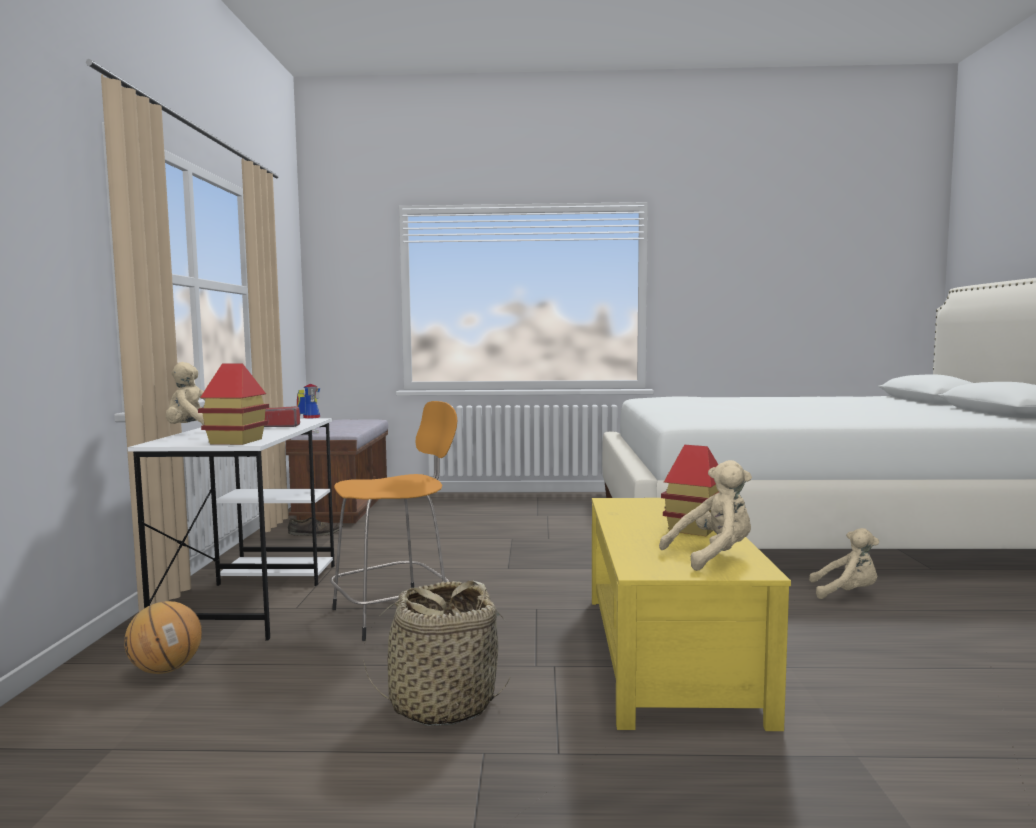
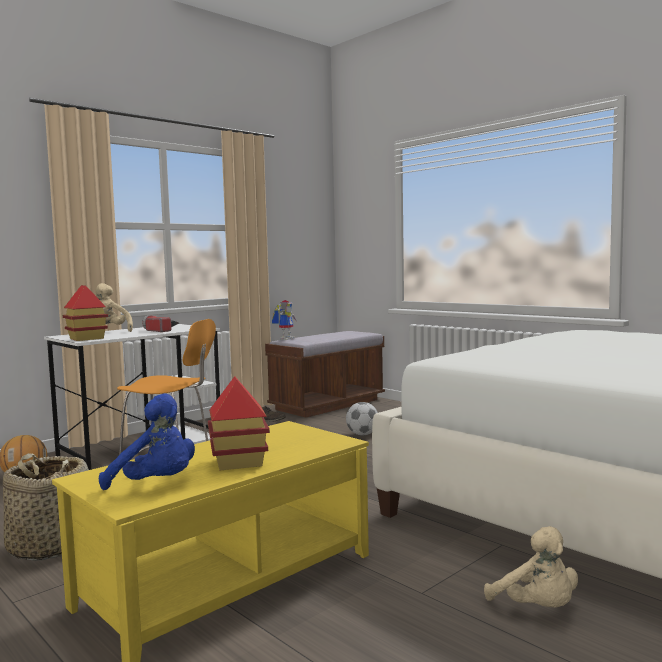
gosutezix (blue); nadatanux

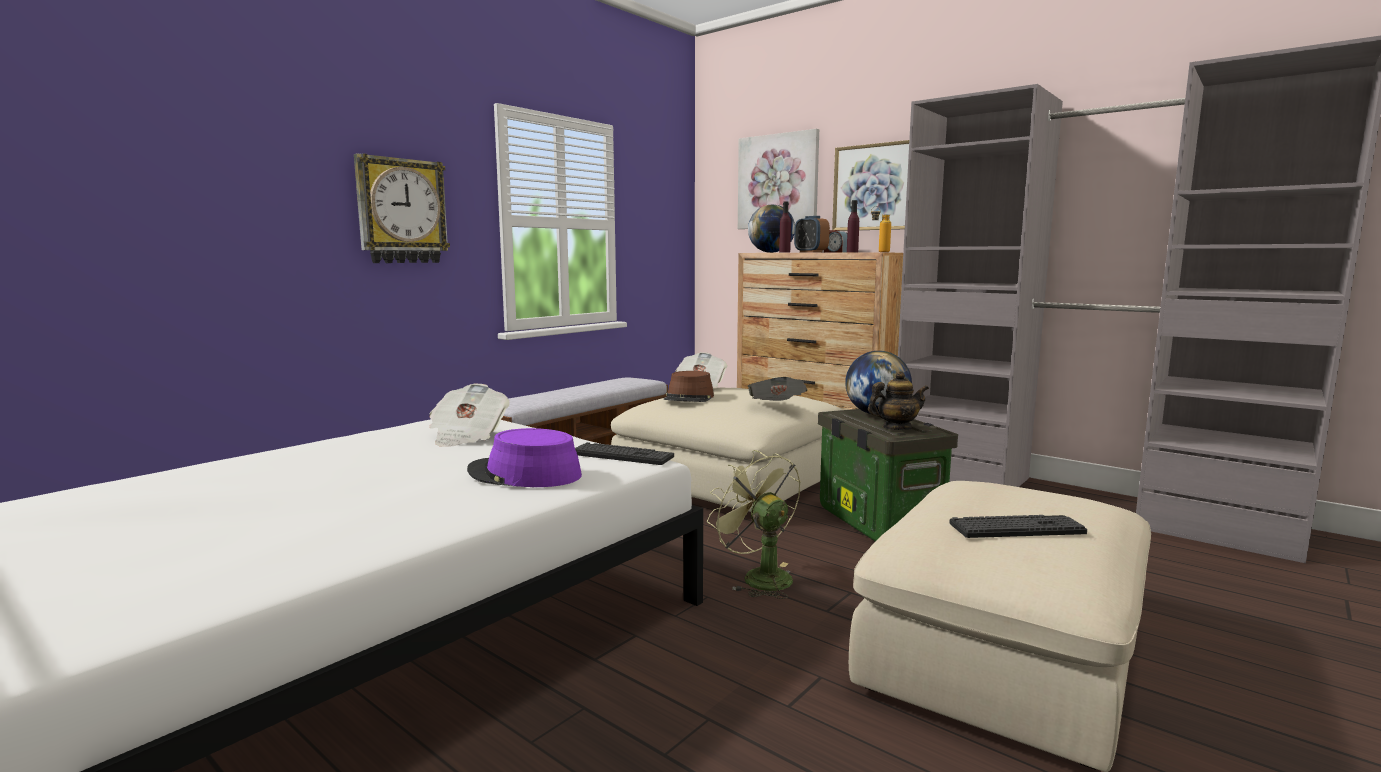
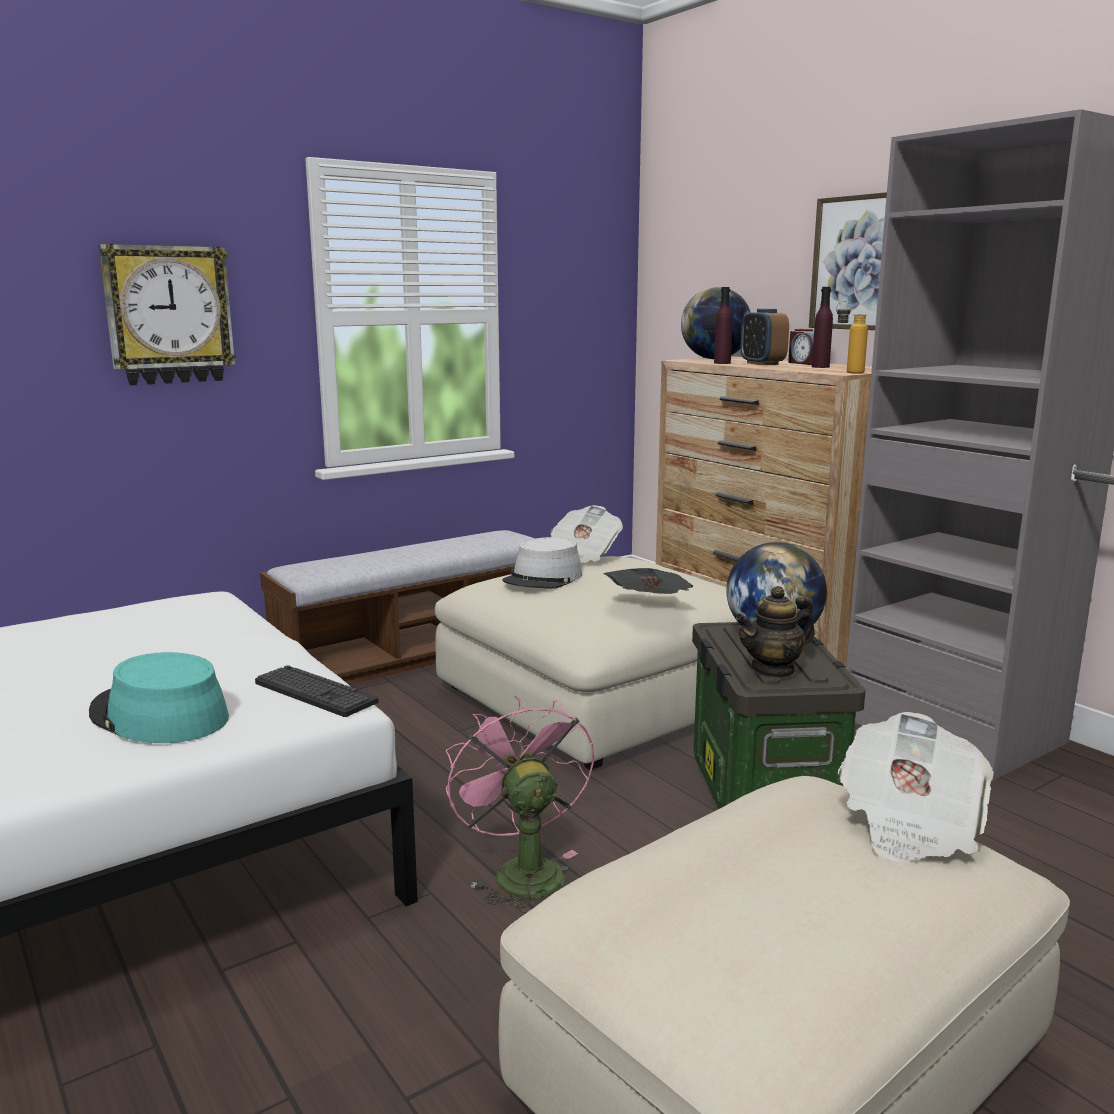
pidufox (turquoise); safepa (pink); pidufox (grey); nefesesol; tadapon (3rd from left); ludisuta (1st from left in the first image); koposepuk (2nd from left in the first image)

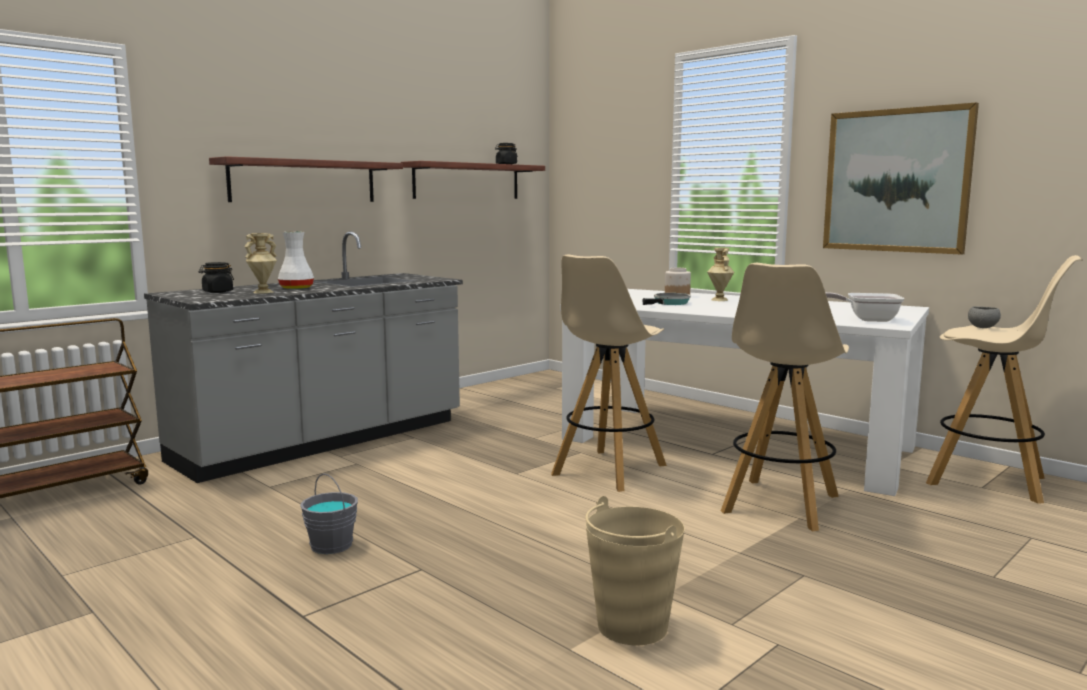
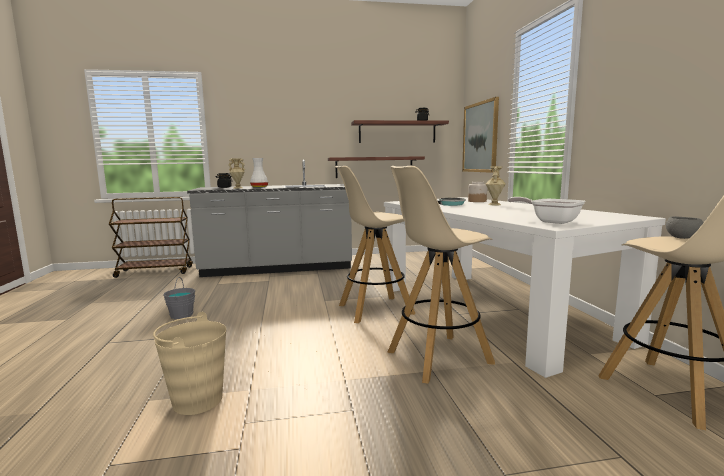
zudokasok (1st from left); ludisuta

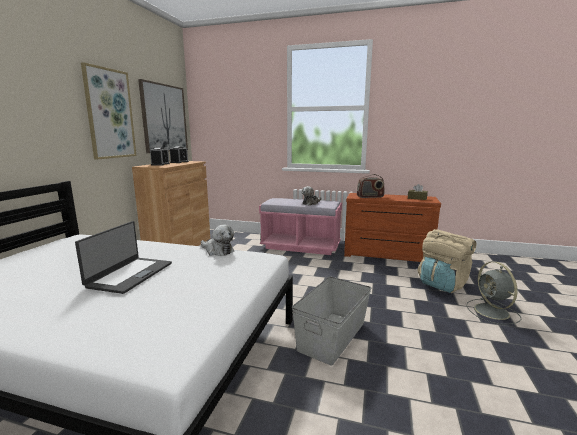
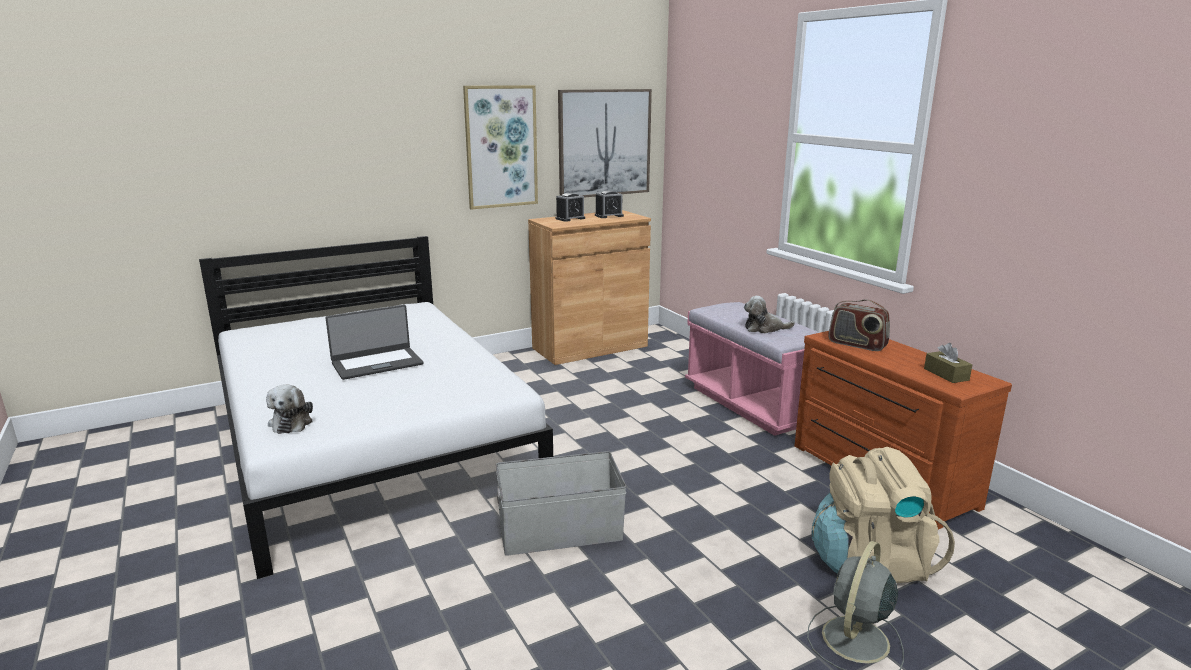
gosutezix (1st from left)

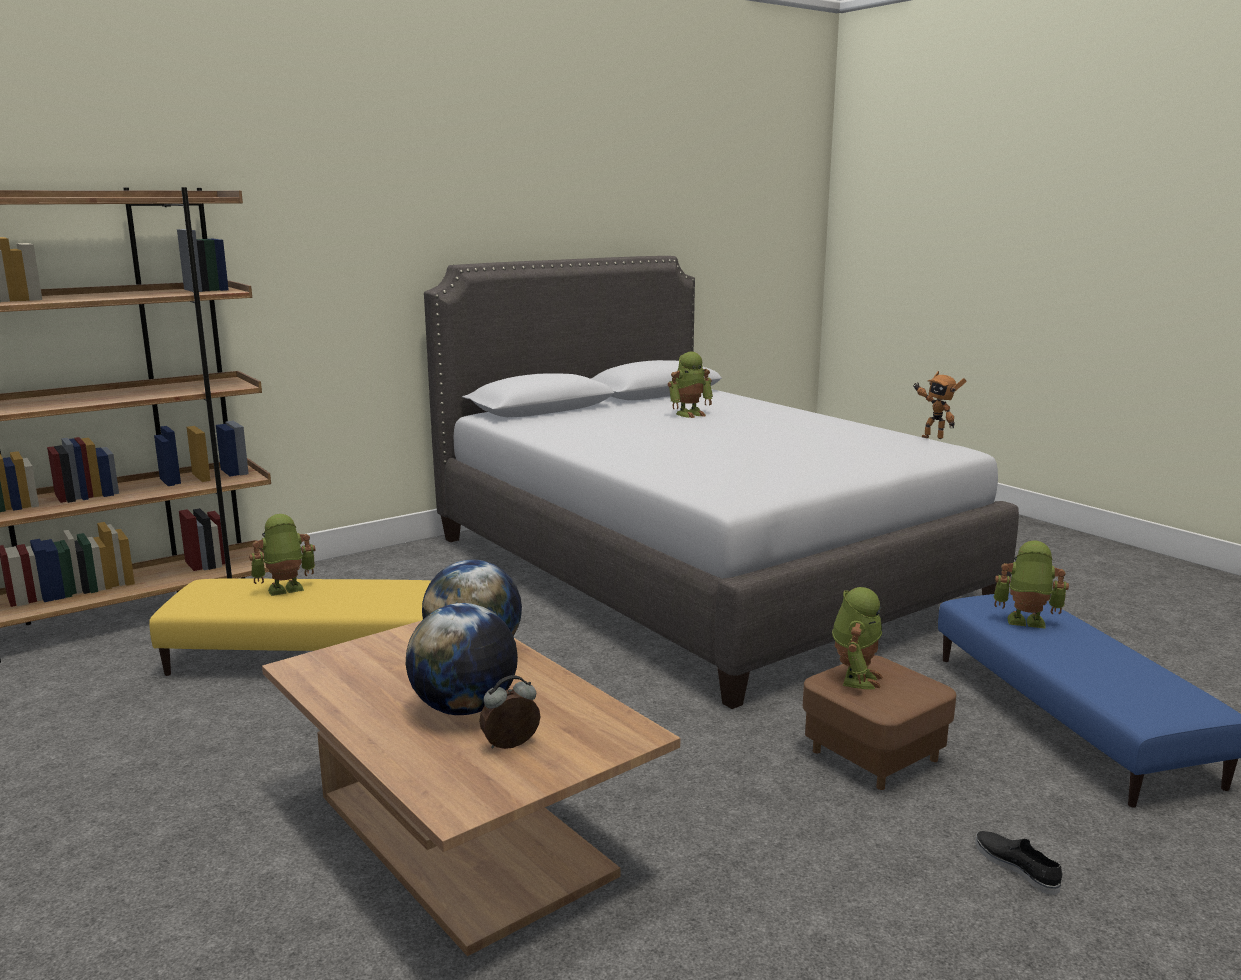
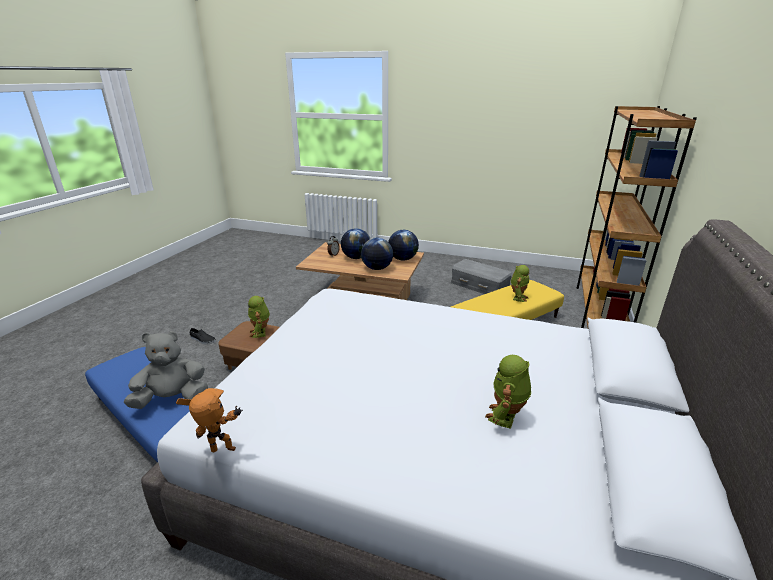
gosutezix (grey); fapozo (3rd from left); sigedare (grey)

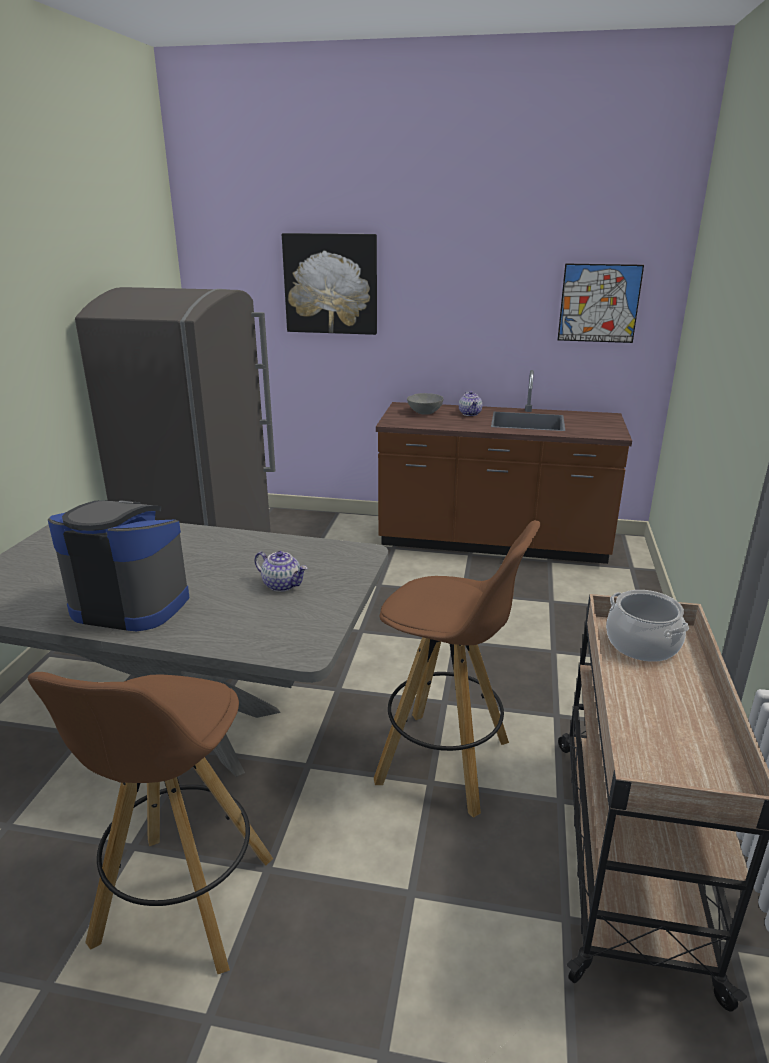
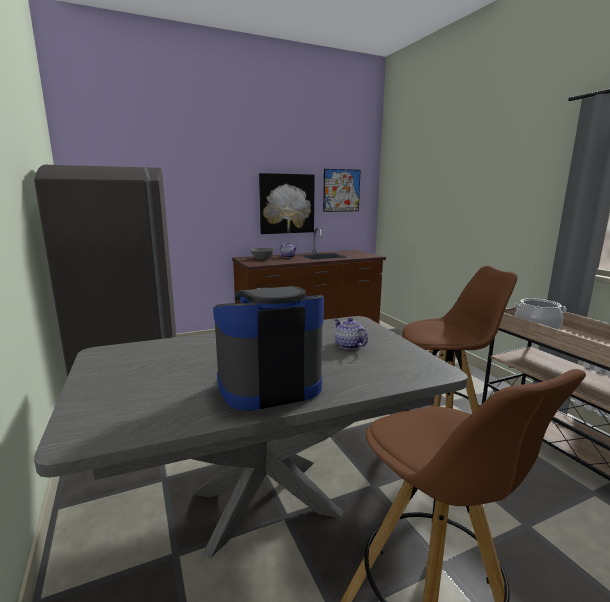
ludisuta (1st from left); nefesesol (2nd from left)

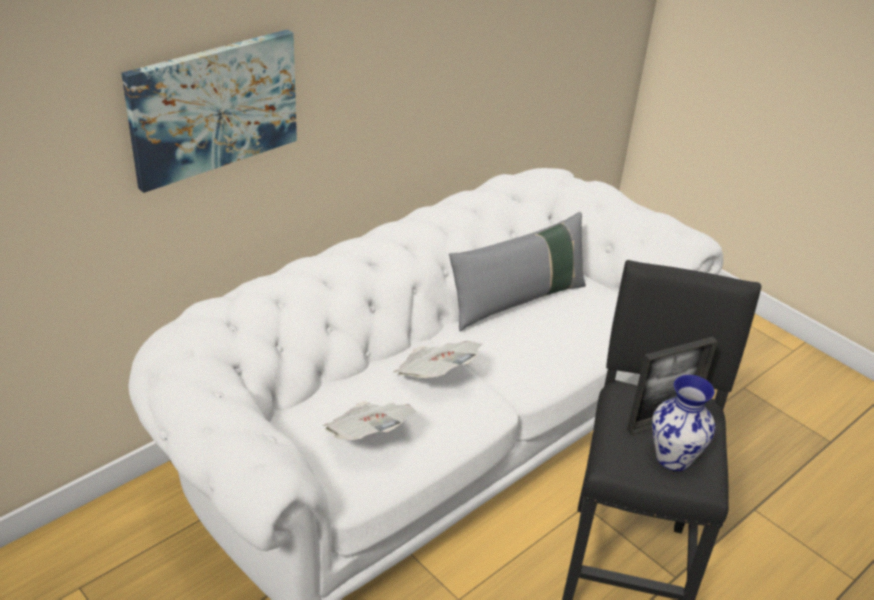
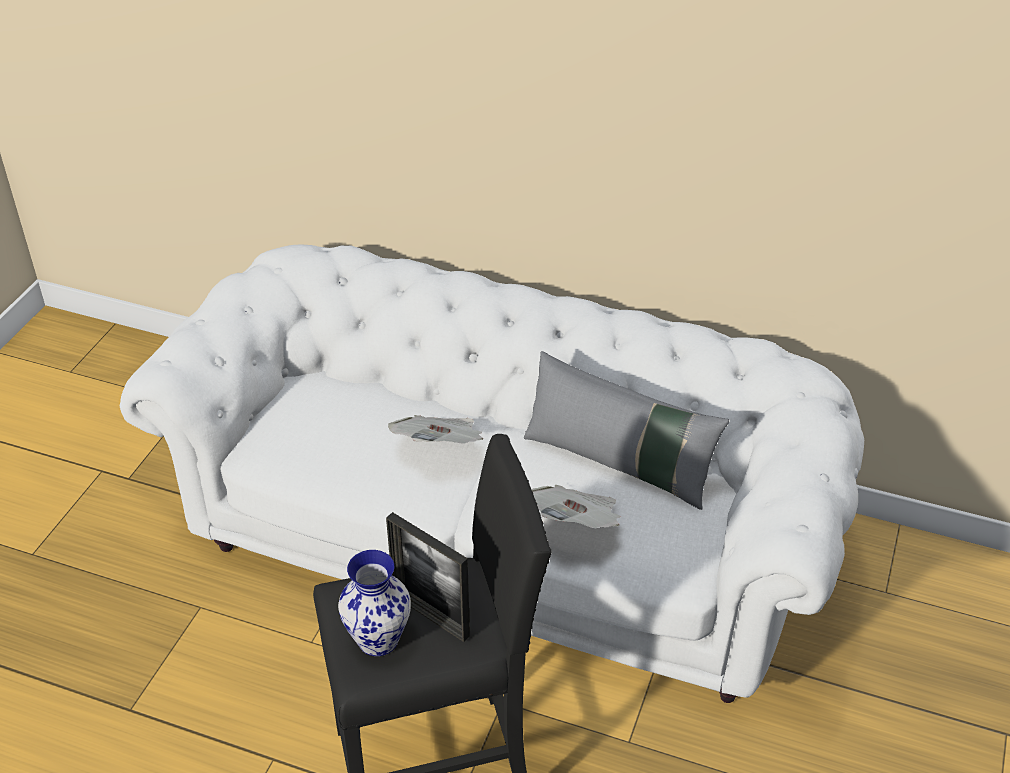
tadapon (2nd from left); ludisuta

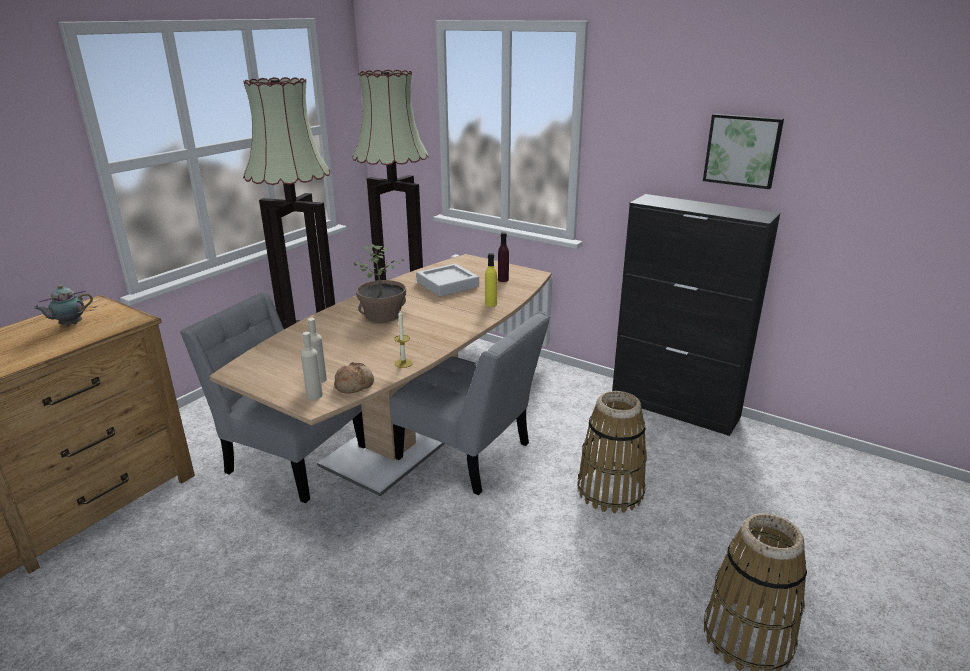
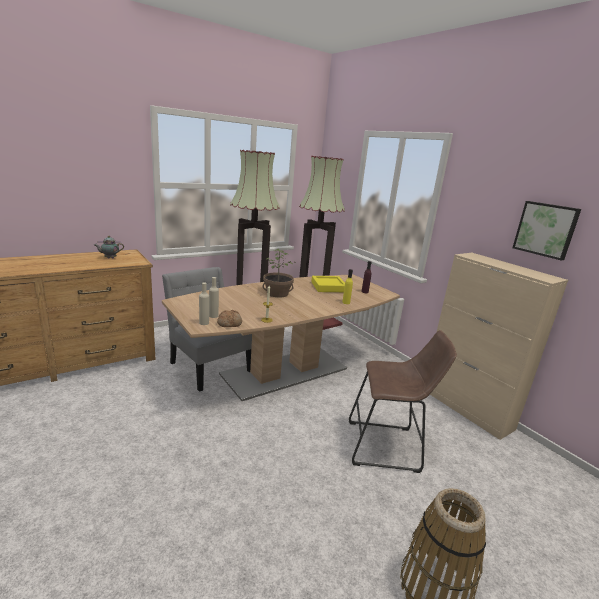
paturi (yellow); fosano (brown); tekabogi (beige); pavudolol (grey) (2nd from left in the first image)

